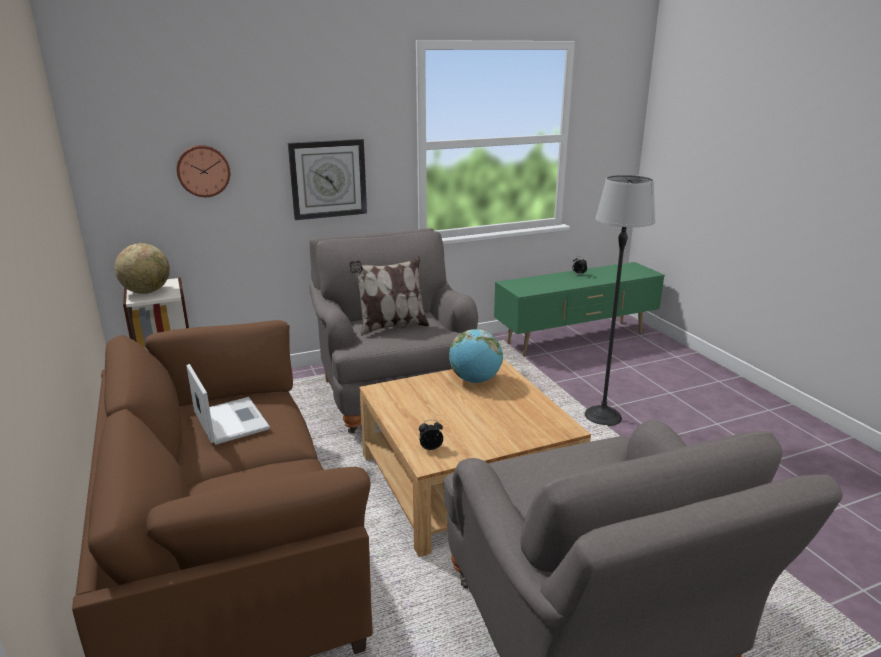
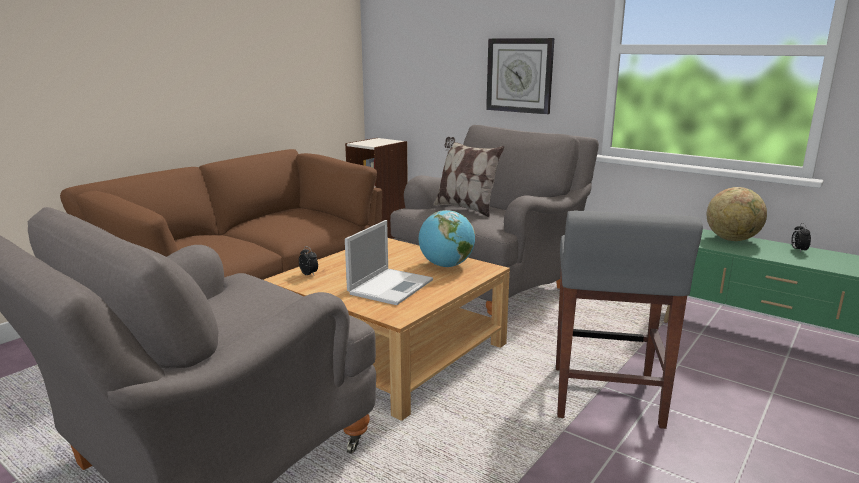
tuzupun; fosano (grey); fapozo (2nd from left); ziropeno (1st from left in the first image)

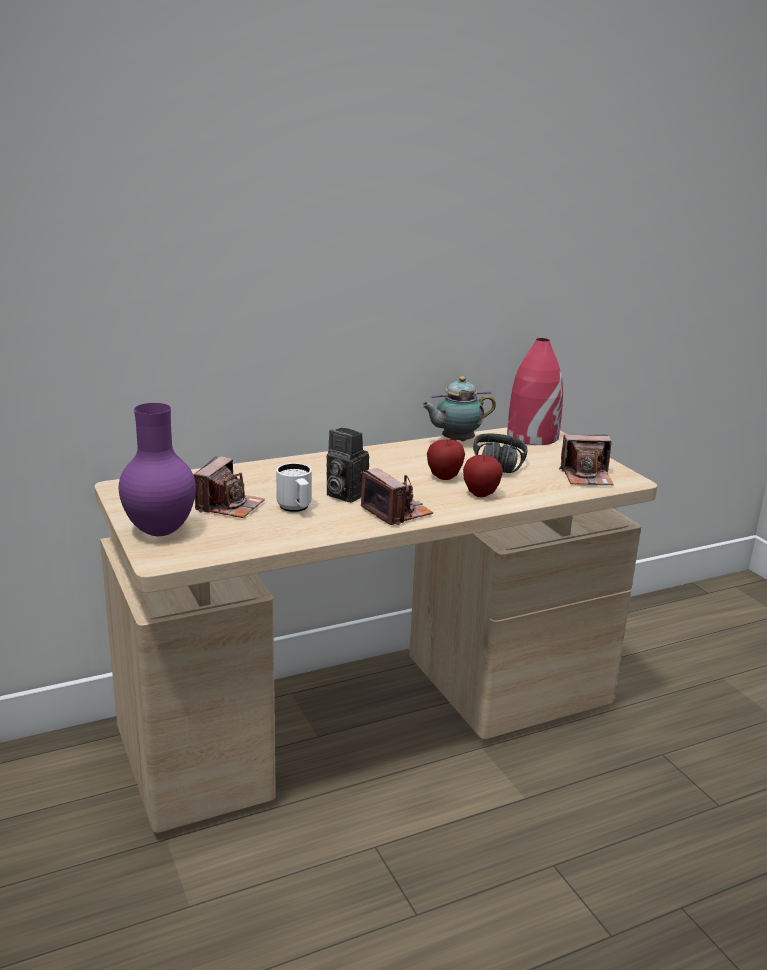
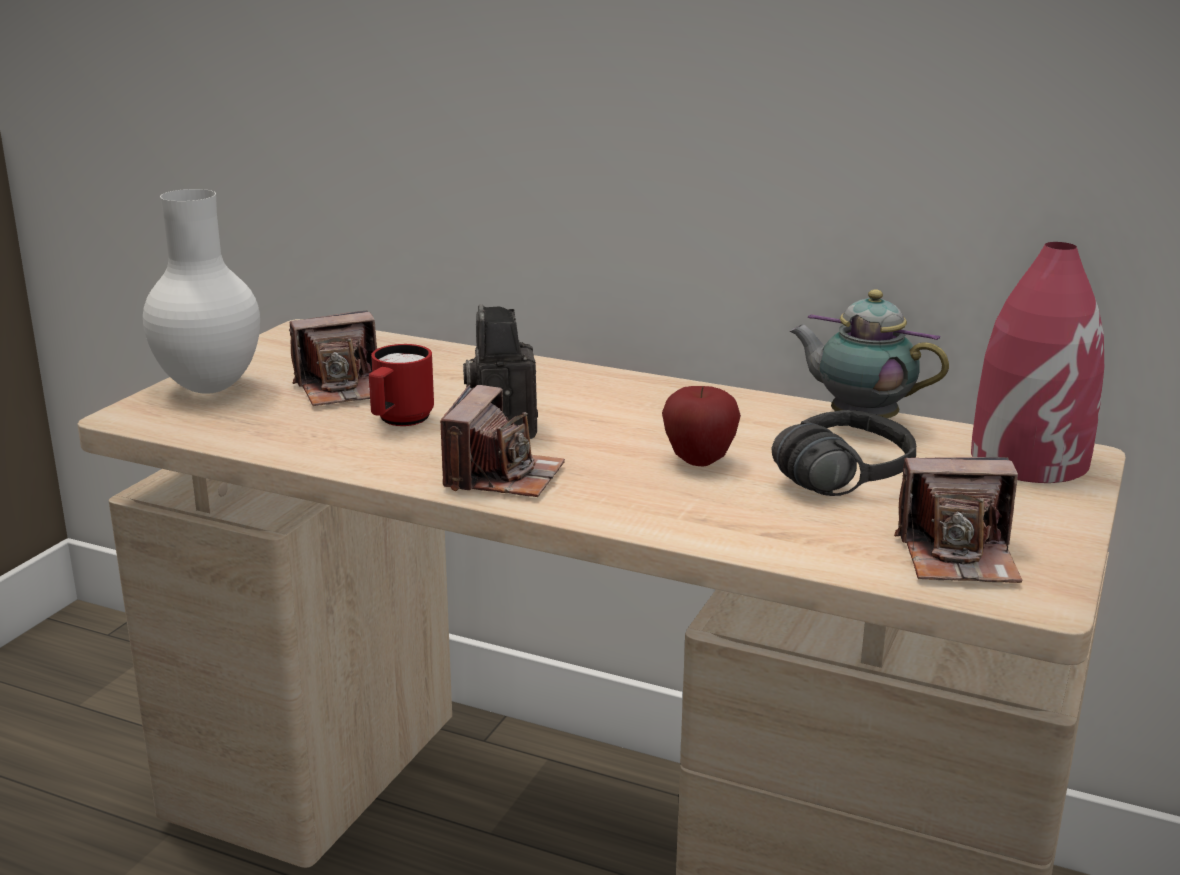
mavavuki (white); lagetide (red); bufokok (4th from left); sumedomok (2nd from left in the first image)

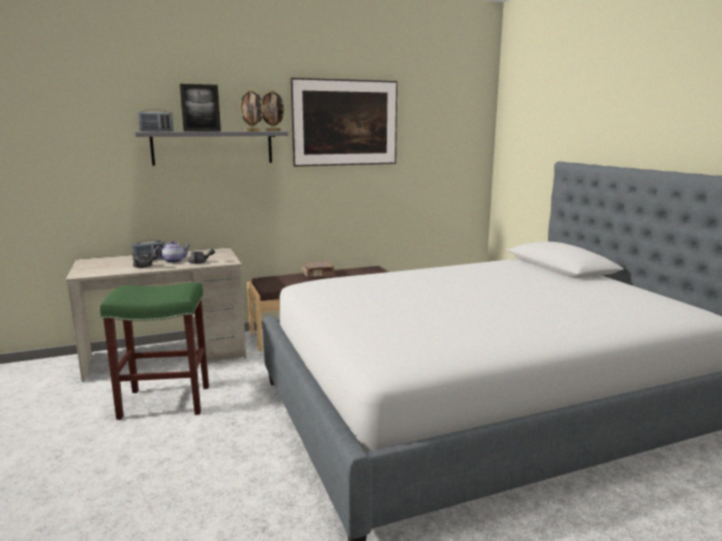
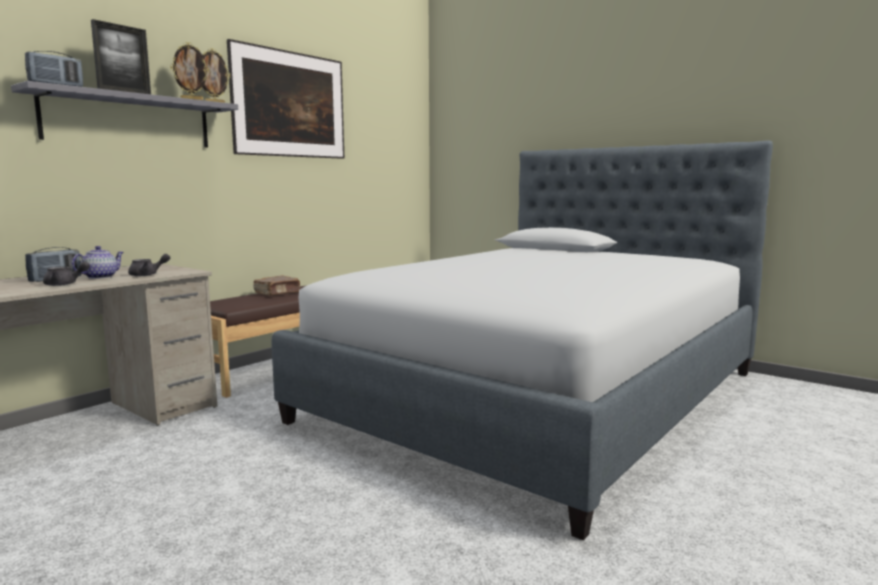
fosano (green)

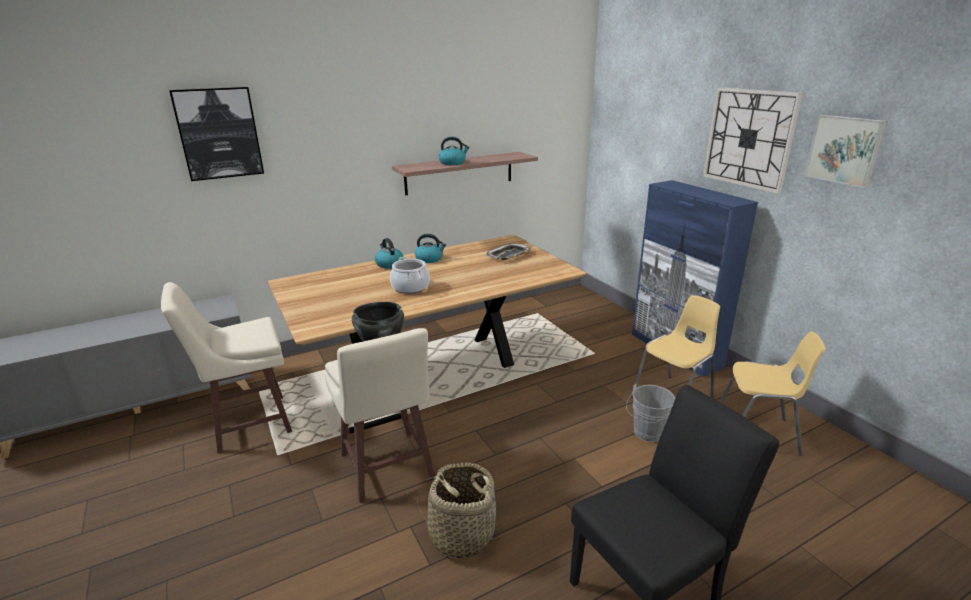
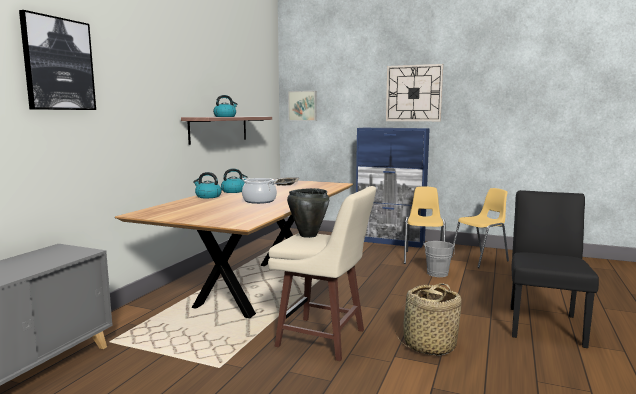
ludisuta (2nd from left); fosano (beige) (1st from left in the first image)

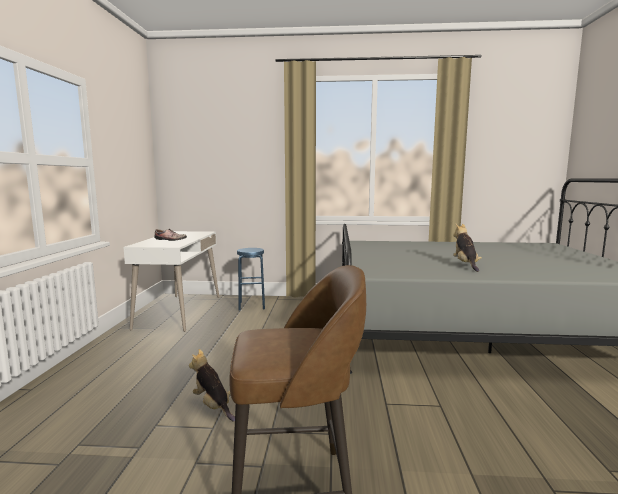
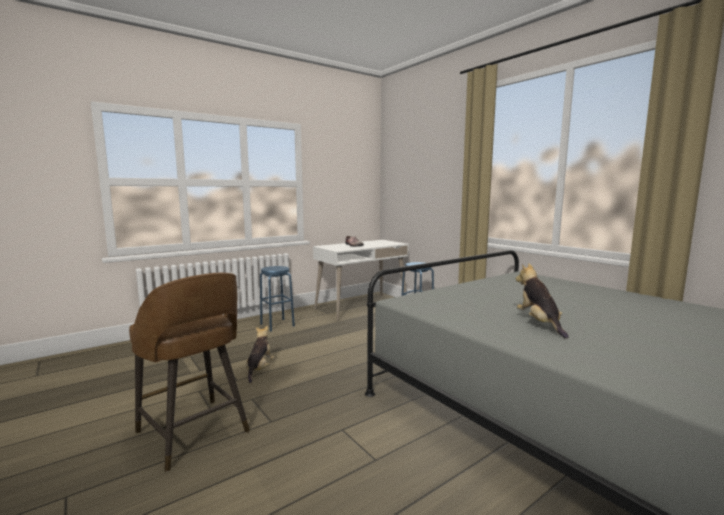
fosano (blue) (1st from left); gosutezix (2nd from left)

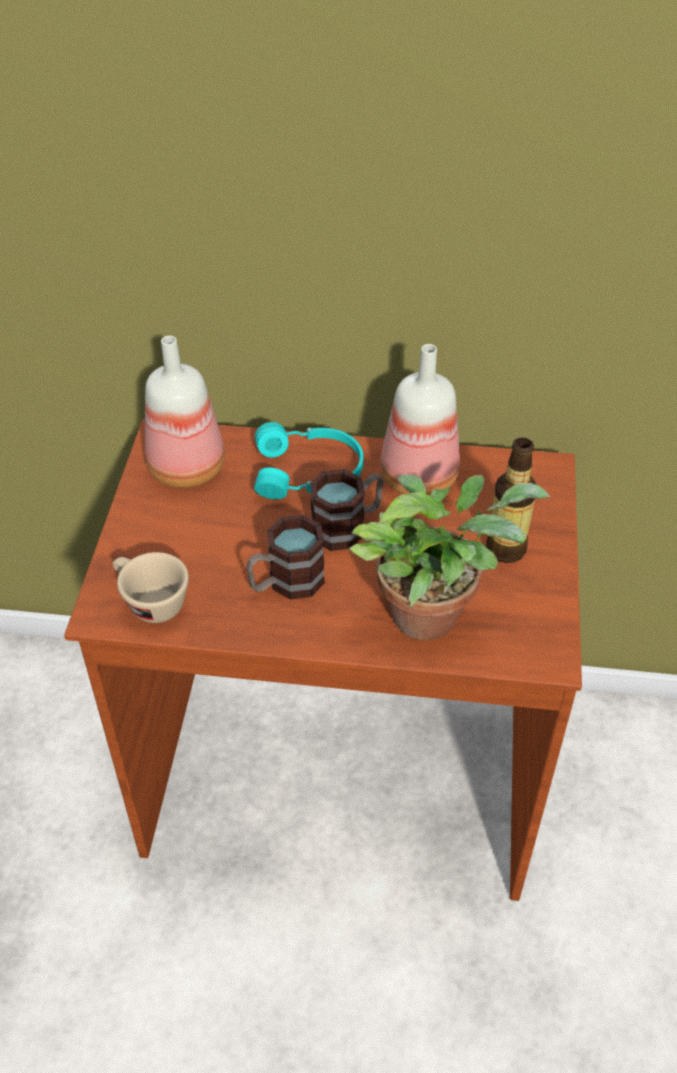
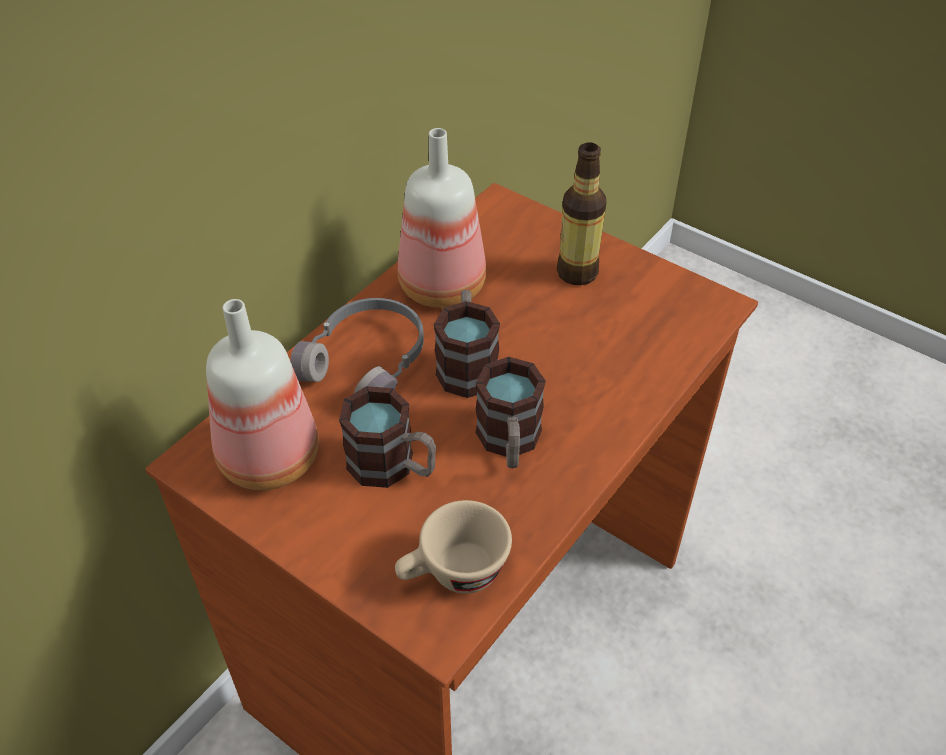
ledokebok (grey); lagetide (1st from left); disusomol

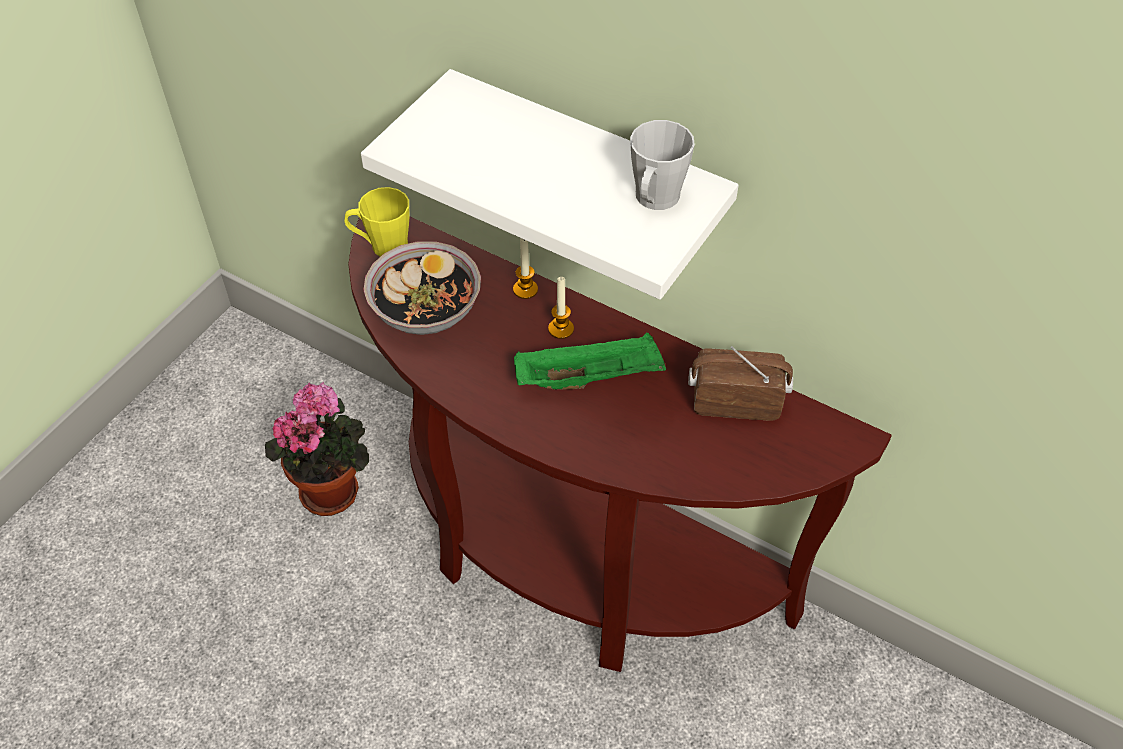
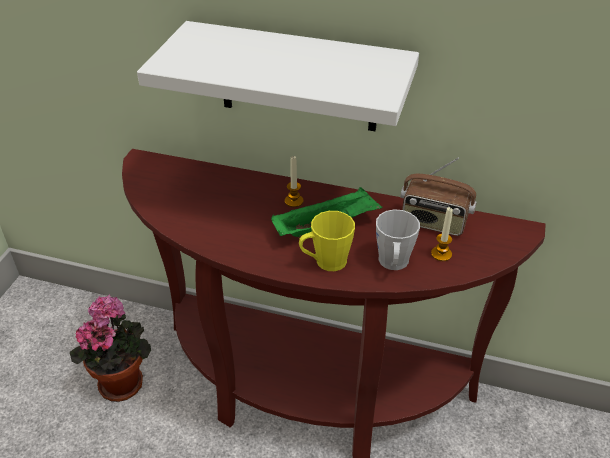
lagetide (yellow); lagetide (grey); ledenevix; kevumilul (2nd from left); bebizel

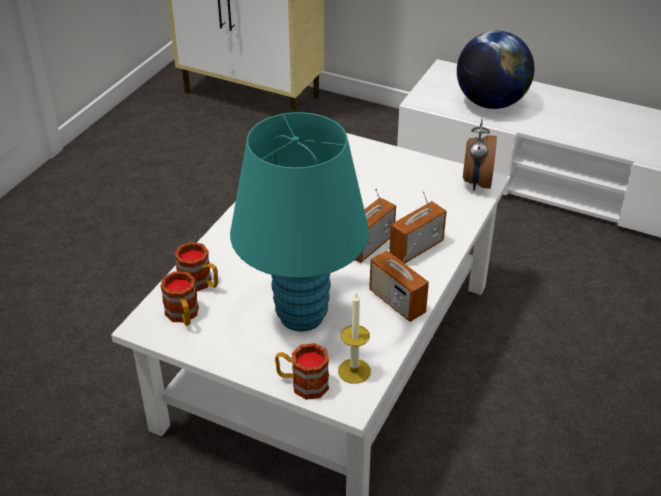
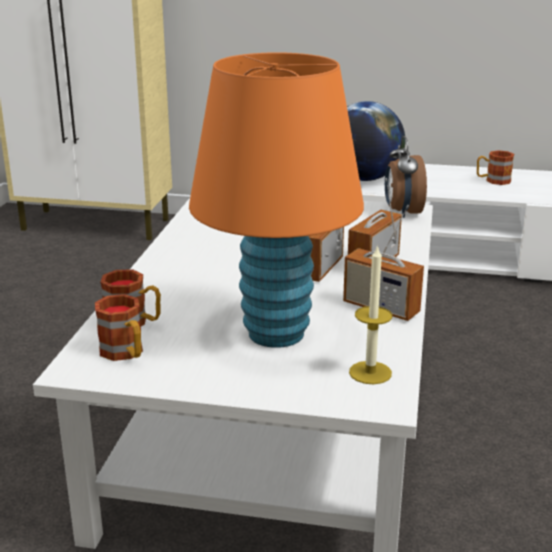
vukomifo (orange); lagetide (3rd from left)

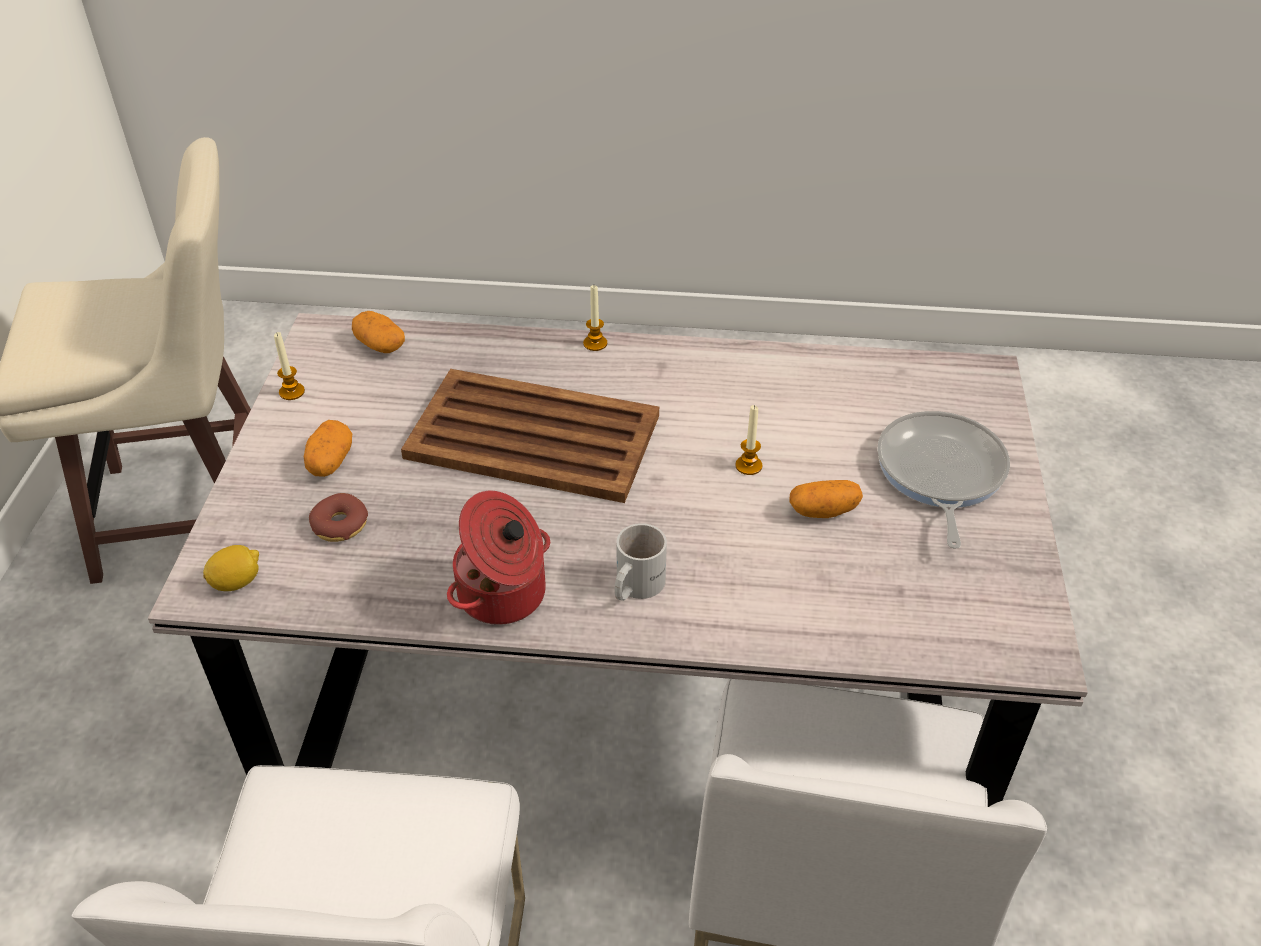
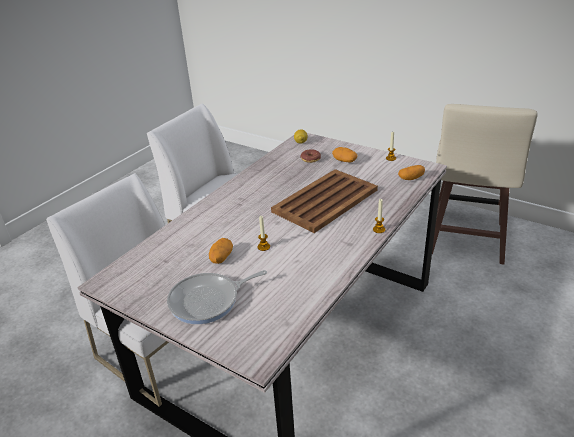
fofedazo; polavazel; lagetide (white)

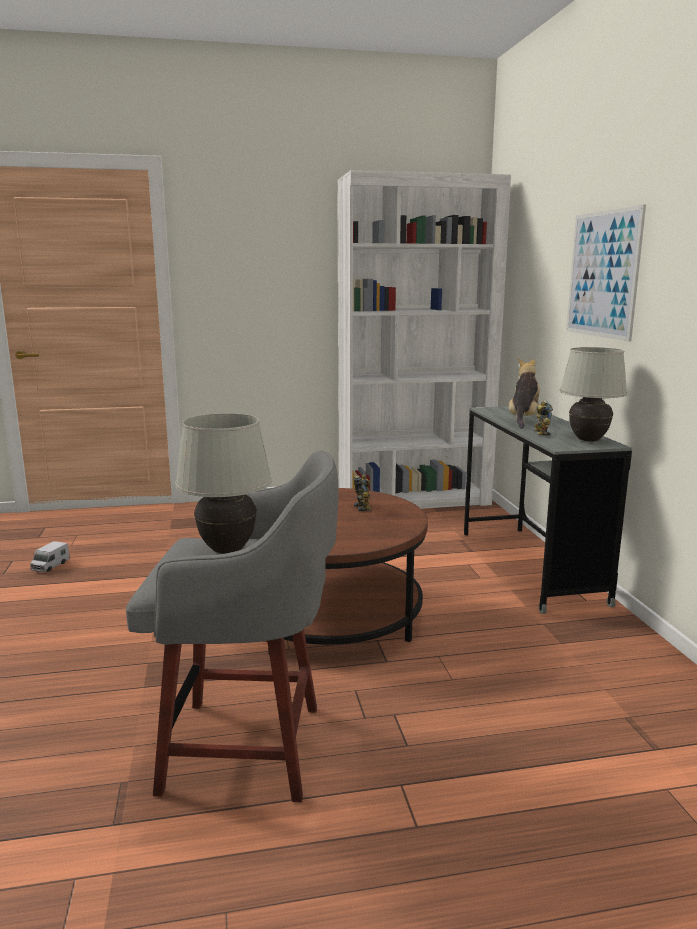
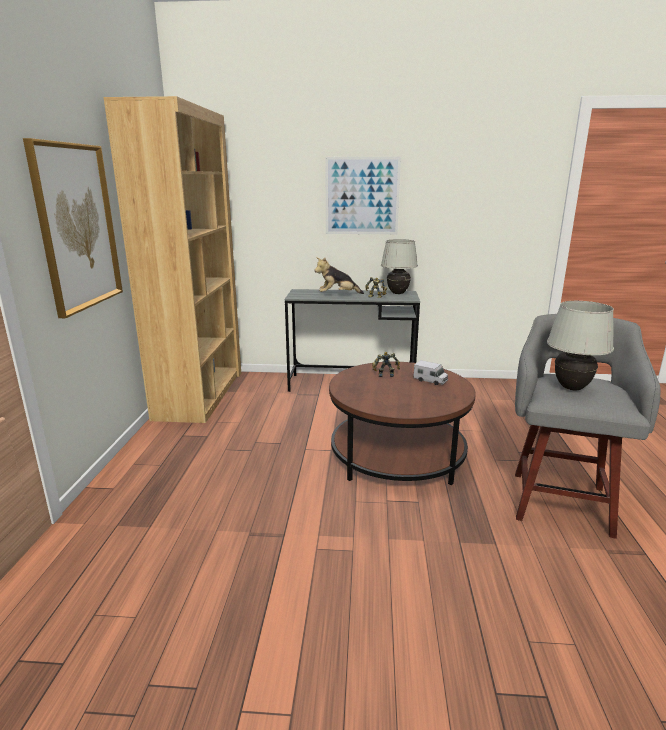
ludisuta (1st from left); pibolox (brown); gosutezix; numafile

